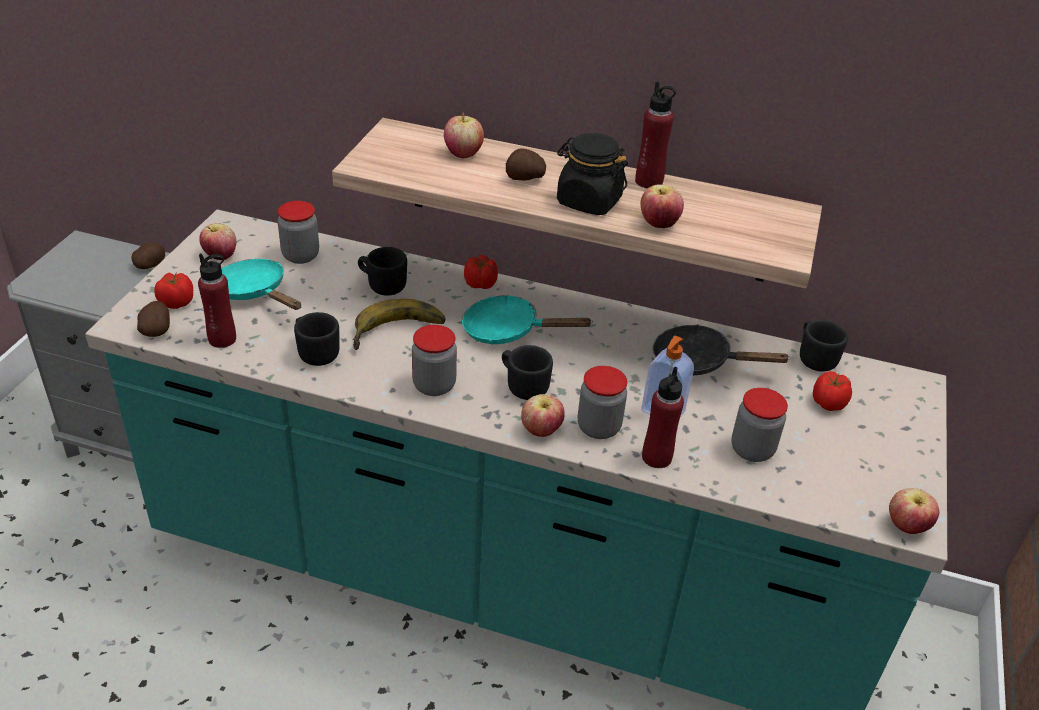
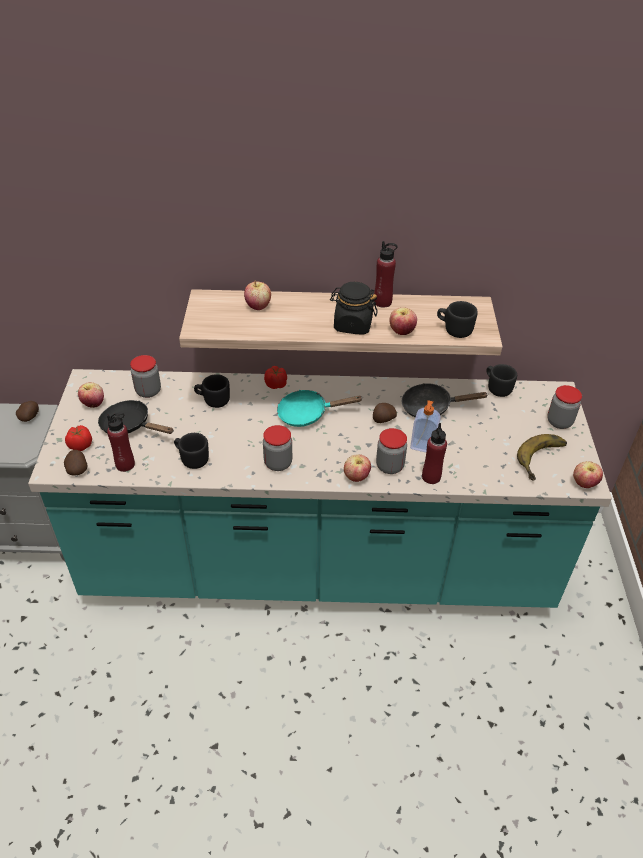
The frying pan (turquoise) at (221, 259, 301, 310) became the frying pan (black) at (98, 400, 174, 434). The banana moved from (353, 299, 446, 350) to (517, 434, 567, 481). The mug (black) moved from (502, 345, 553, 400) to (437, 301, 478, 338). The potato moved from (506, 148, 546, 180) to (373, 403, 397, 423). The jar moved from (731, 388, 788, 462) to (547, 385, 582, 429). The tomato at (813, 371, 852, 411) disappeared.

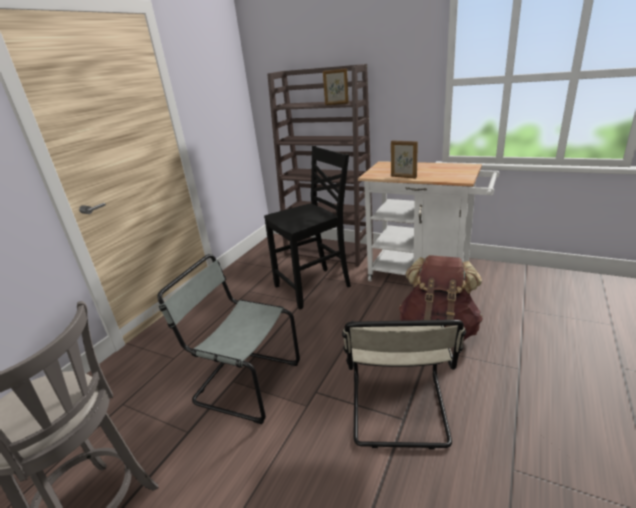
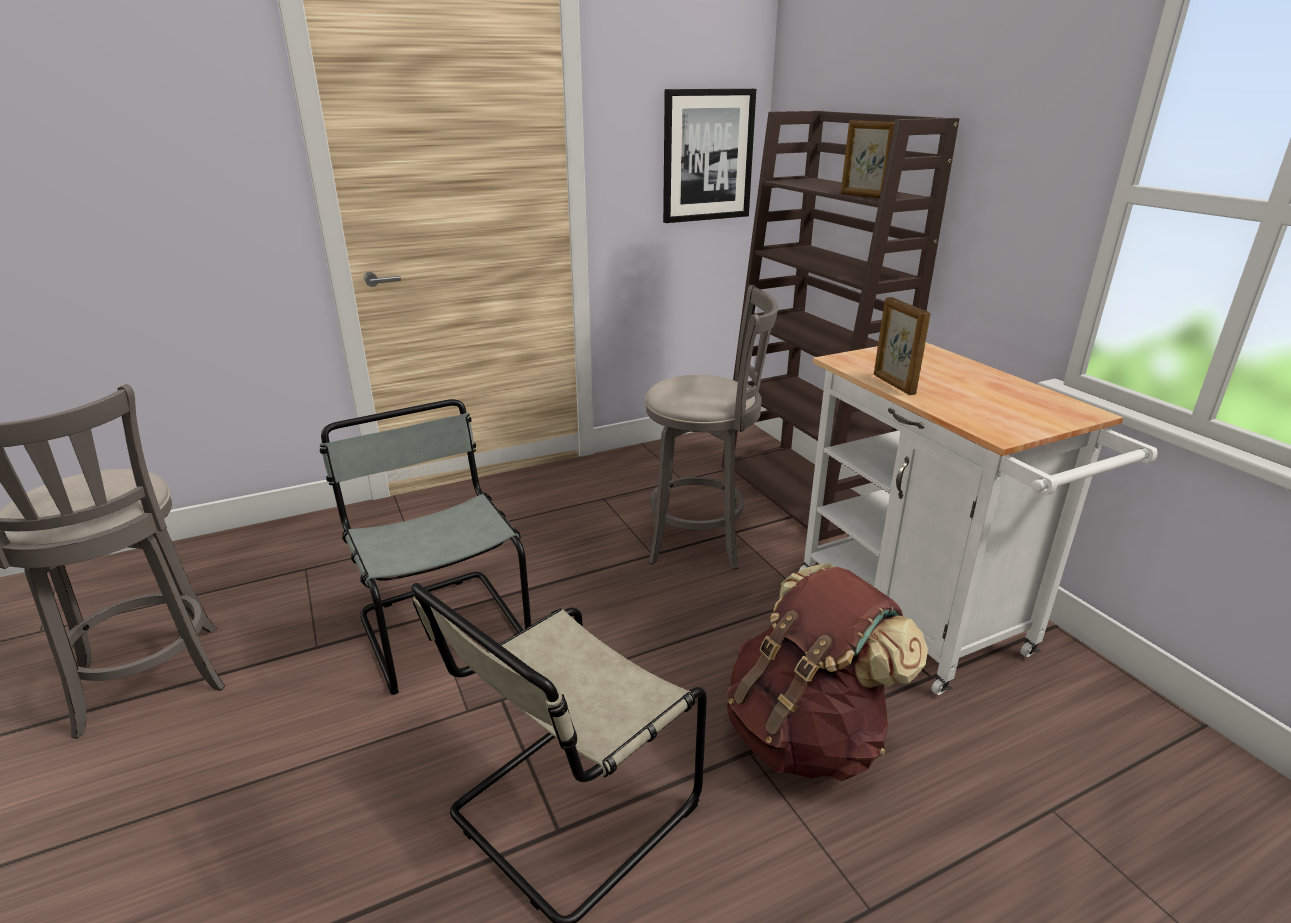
The chair (black) at (264, 146, 351, 309) was replaced by the stool (grey) at (645, 285, 778, 570). The picture at (663, 89, 756, 223) appeared.

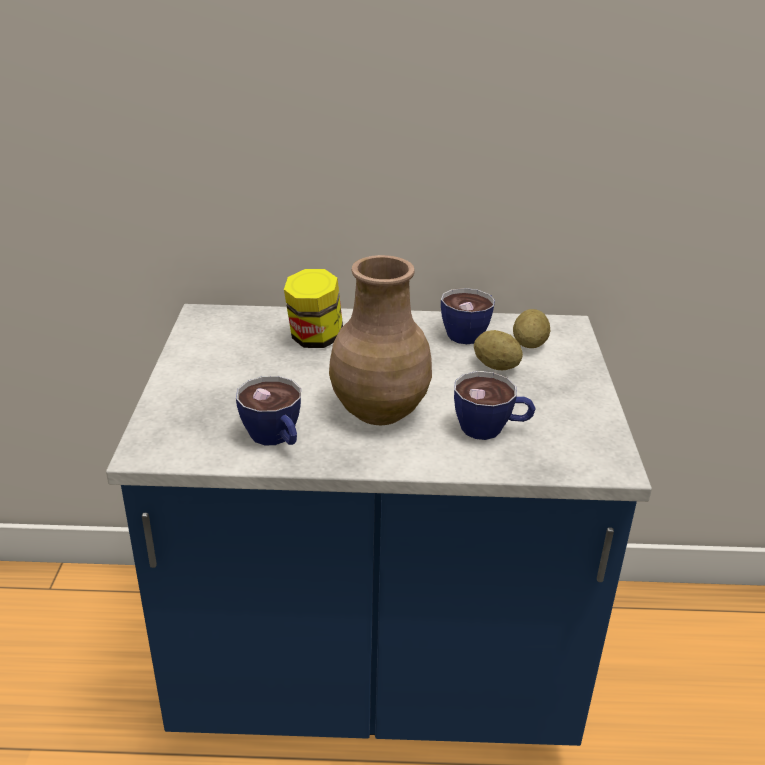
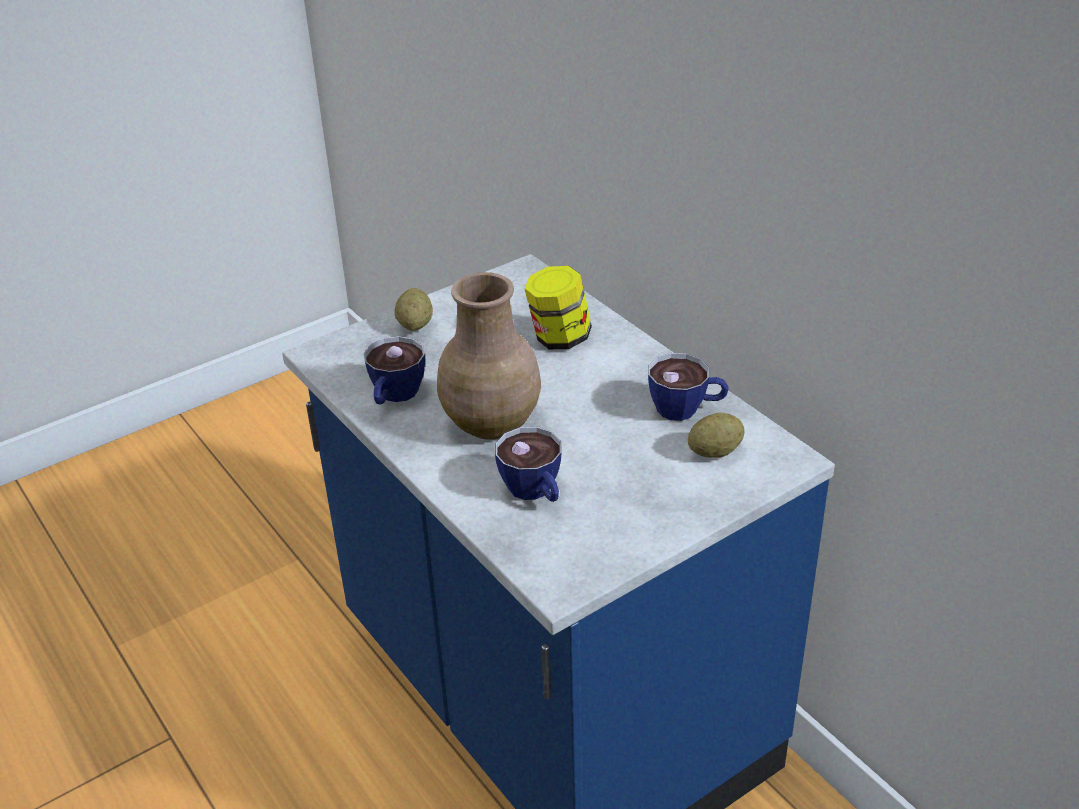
The potato moved from (474, 330, 523, 370) to (394, 288, 433, 331).

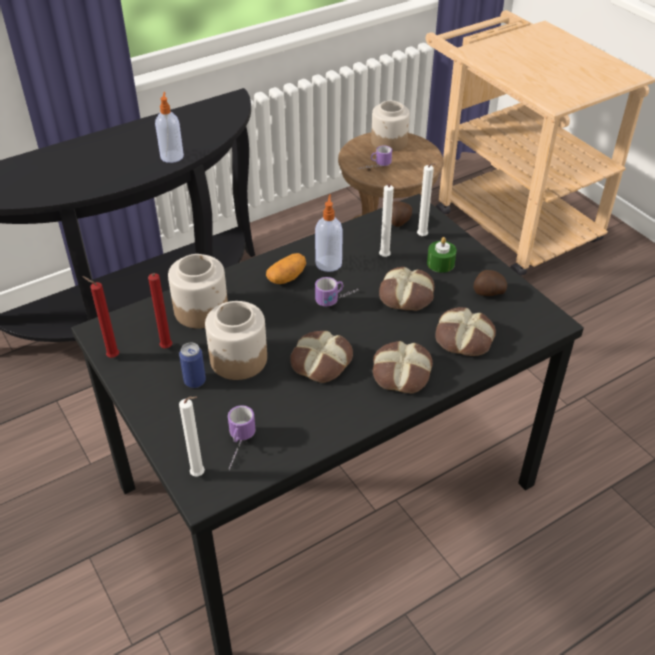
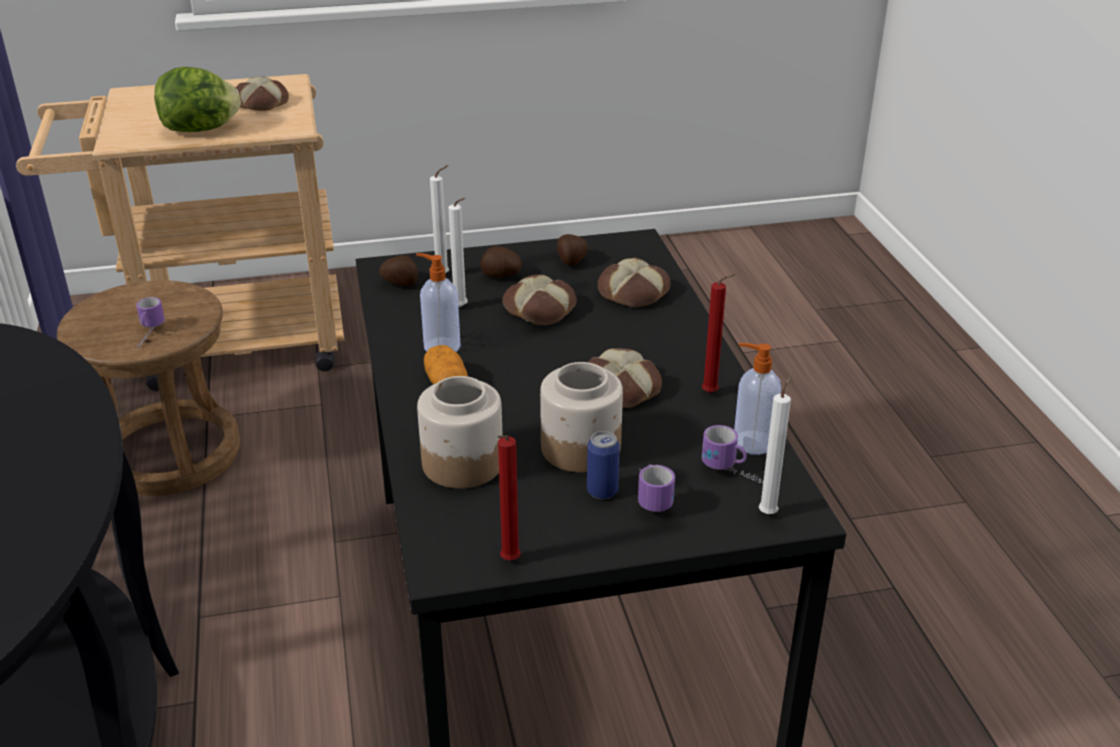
The candle (red) moved from (148, 273, 173, 348) to (702, 274, 736, 393). The soap dispenser moved from (155, 92, 184, 163) to (734, 343, 781, 455). The mug moved from (315, 277, 359, 307) to (638, 464, 675, 512). The jar at (371, 101, 410, 152) disappeared. The bread moved from (373, 341, 433, 393) to (236, 76, 289, 111). The candle (green) at (427, 237, 457, 273) was replaced by the potato at (480, 246, 522, 278). The lettuce at (154, 67, 241, 132) appeared.

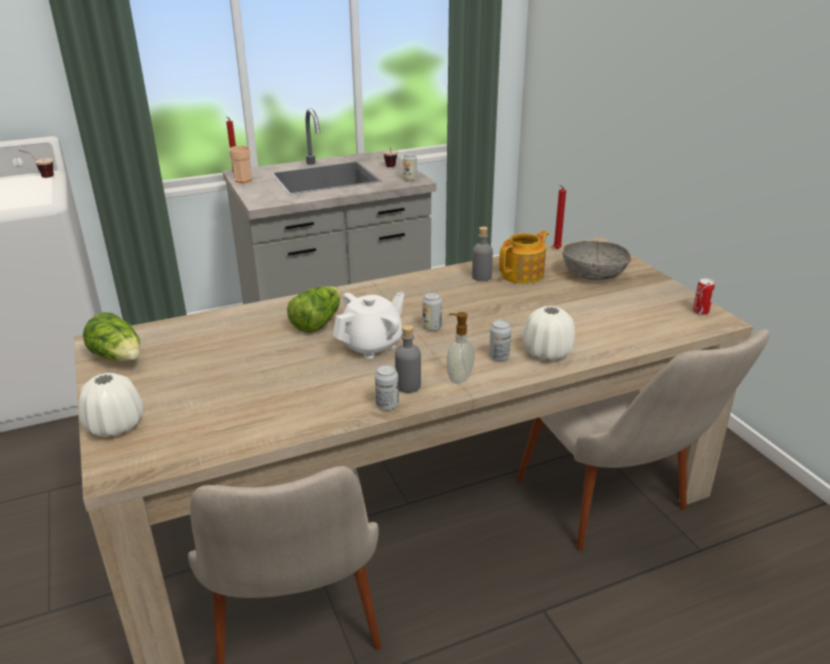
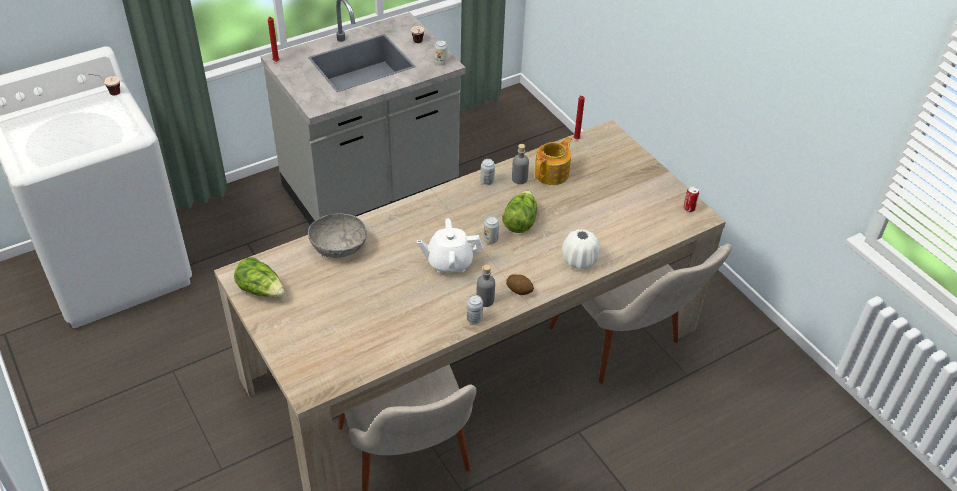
The vase (white) at (79, 373, 144, 437) disappeared. The cup at (229, 146, 252, 183) disappeared. The lettuce moved from (287, 286, 340, 333) to (502, 190, 537, 233). The teapot (white) at (333, 292, 404, 359) turned 135 degrees counterclockwise. The soap dispenser at (446, 312, 475, 384) was replaced by the potato at (506, 274, 534, 295). The can moved from (489, 320, 511, 361) to (480, 159, 495, 185). The bowl (grey) moved from (562, 241, 631, 280) to (308, 213, 367, 258).

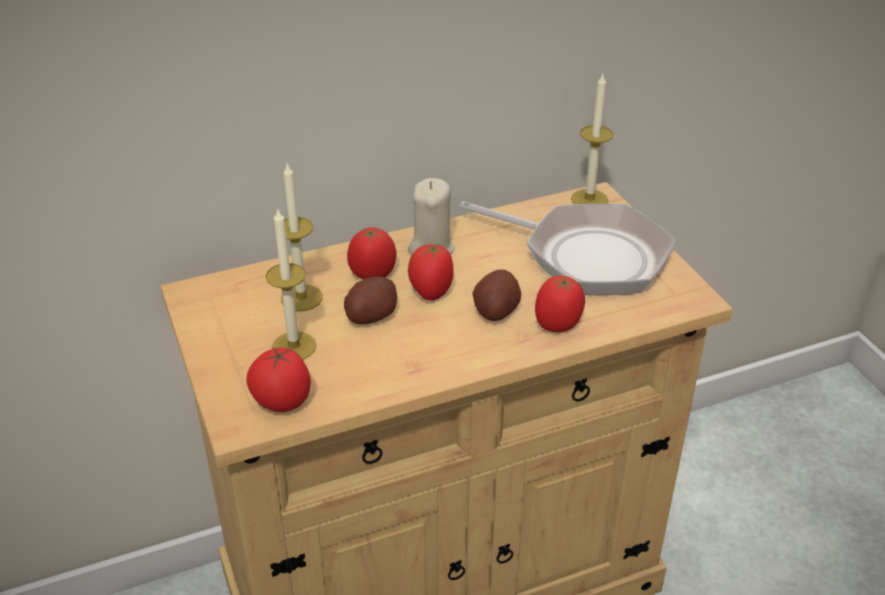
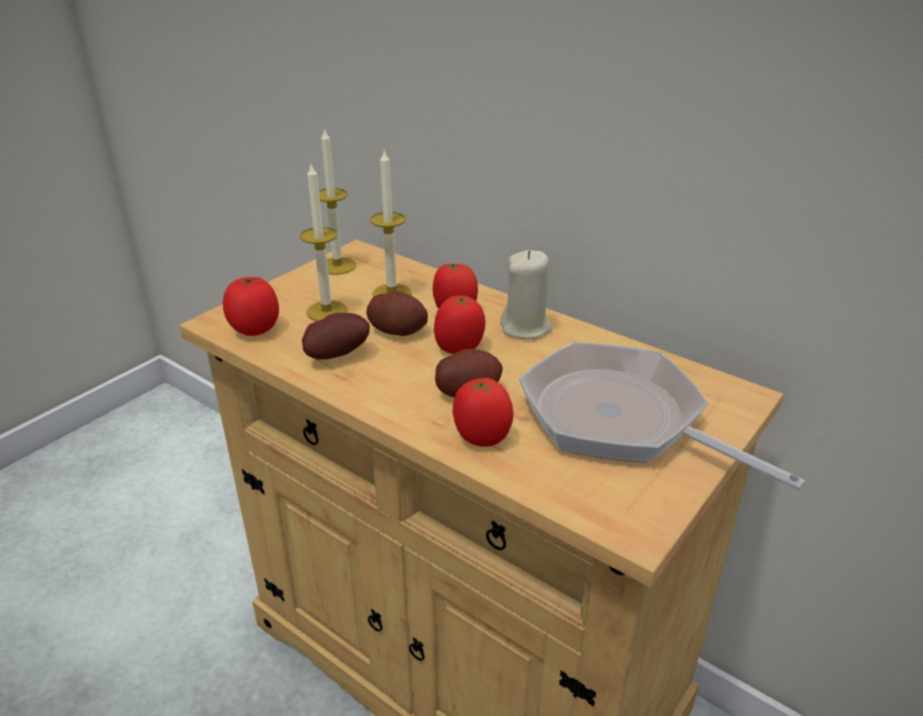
The frying pan at (459, 201, 675, 295) turned 135 degrees clockwise. The candle moved from (571, 74, 613, 204) to (319, 127, 356, 275). The potato at (302, 313, 370, 360) appeared.

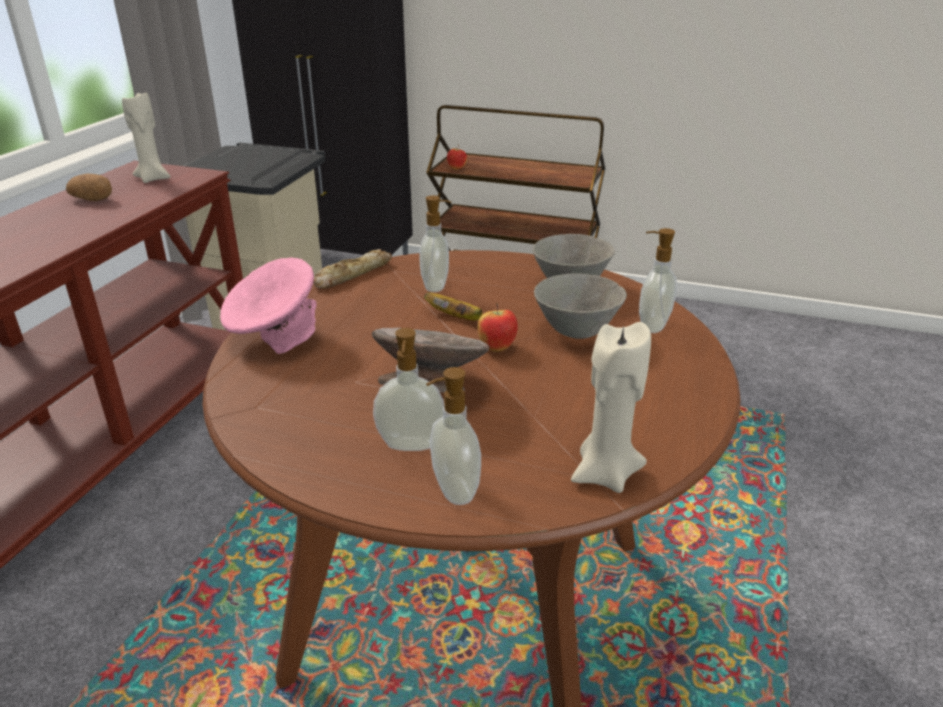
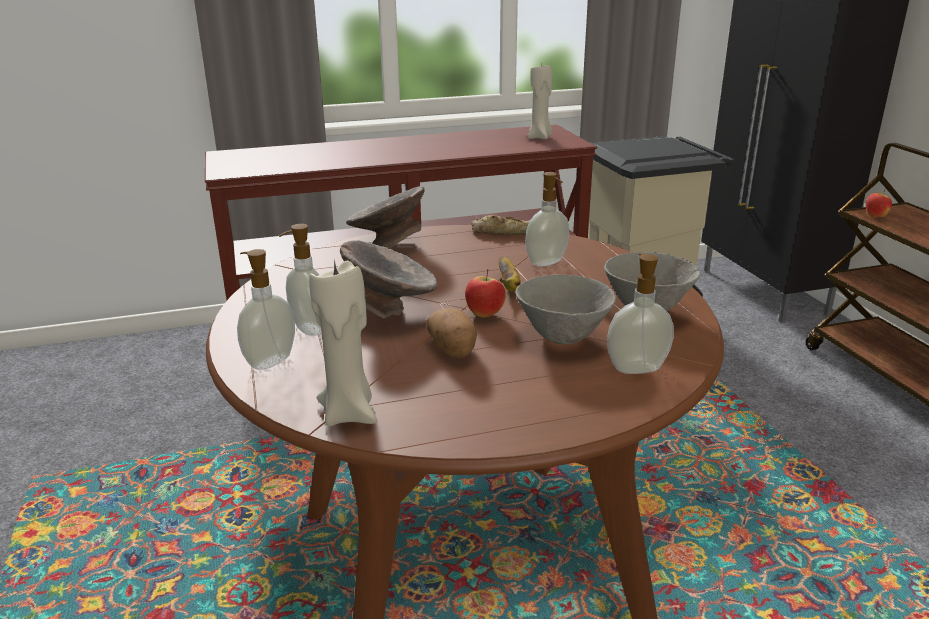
The potato moved from (66, 174, 112, 201) to (426, 308, 477, 358). The bowl (pink) at (220, 257, 317, 354) became the bowl (grey) at (346, 186, 424, 248).

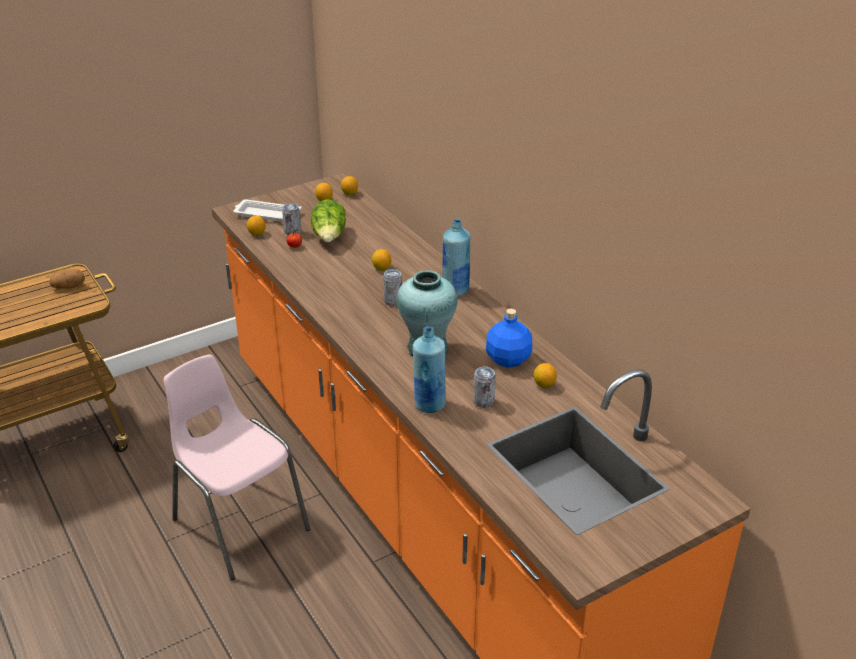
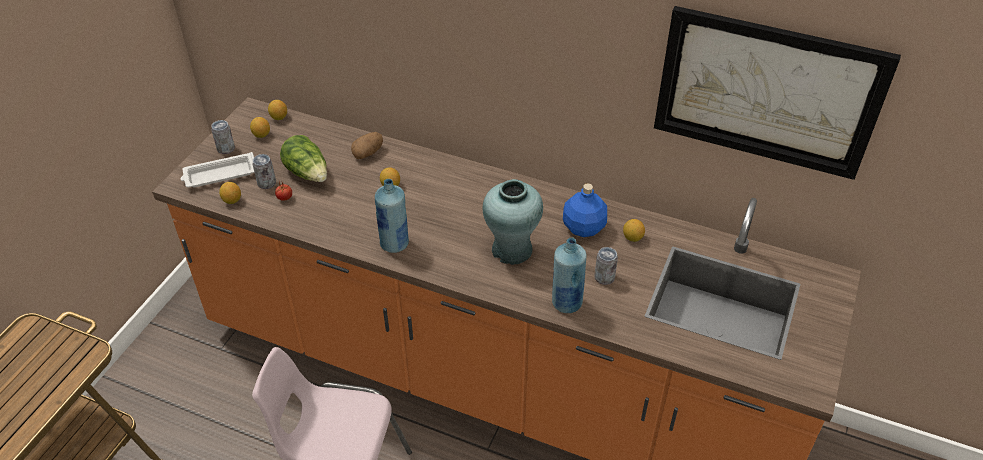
The potato moved from (49, 269, 85, 289) to (351, 132, 383, 159). The can moved from (383, 269, 402, 306) to (211, 120, 235, 154). The bottle (blue) moved from (442, 219, 470, 296) to (375, 179, 409, 253). The picture at (654, 6, 901, 180) appeared.

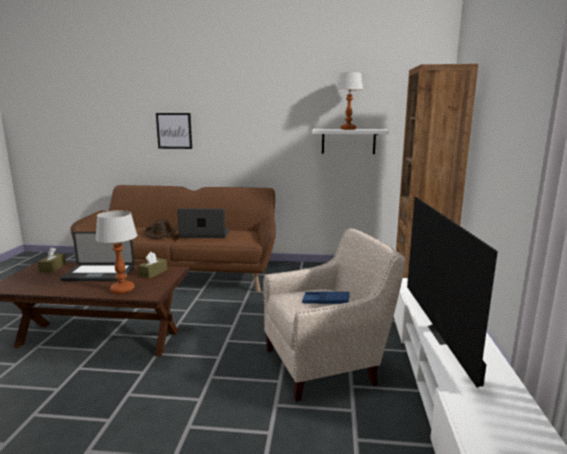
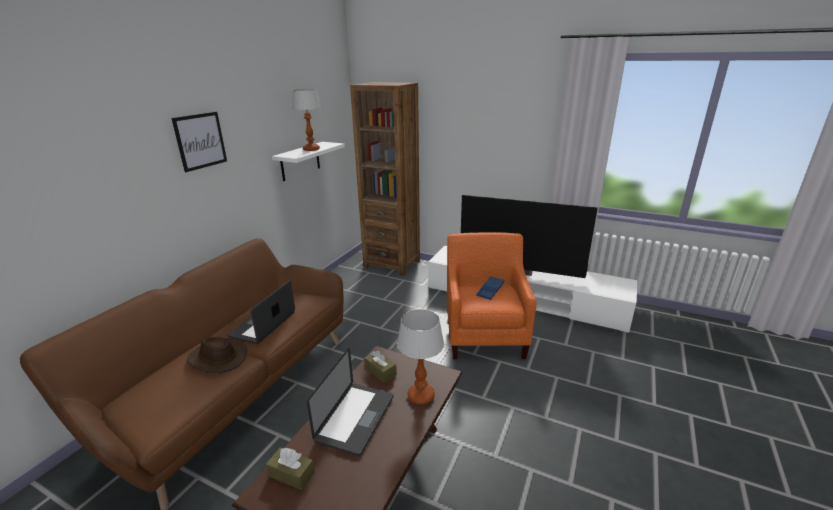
The picture moved from (156, 113, 192, 149) to (171, 112, 227, 172). The armchair (beige) at (263, 228, 405, 402) became the armchair (orange) at (447, 232, 536, 359).

